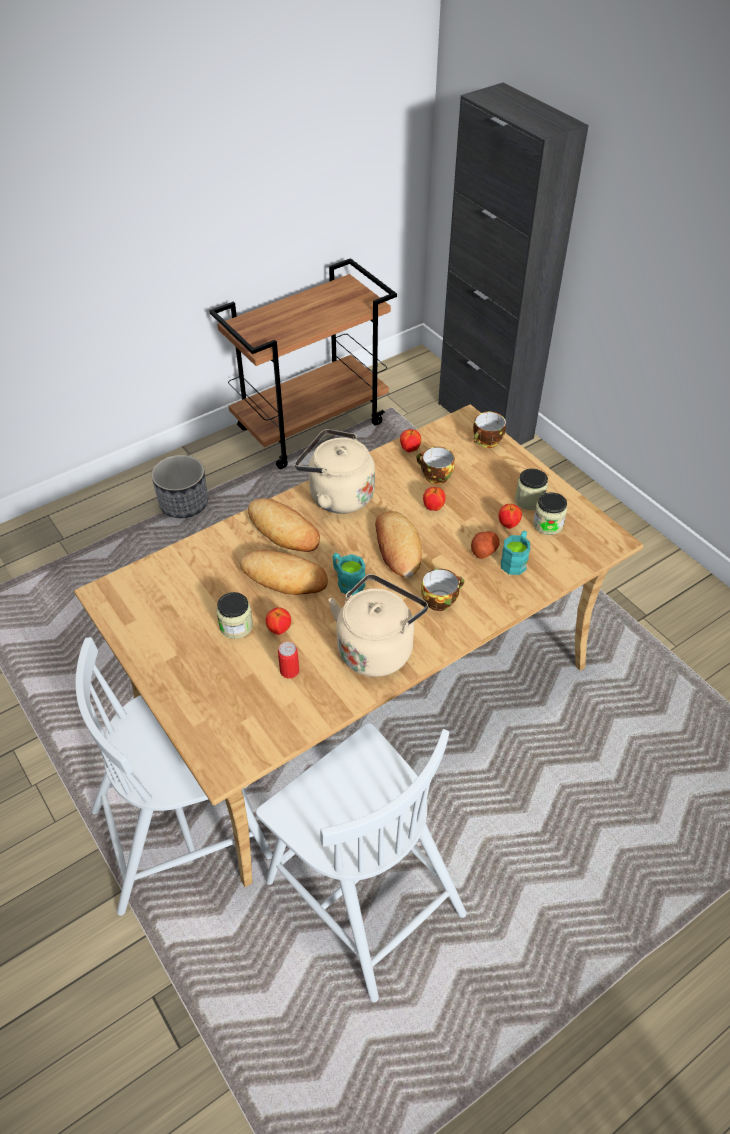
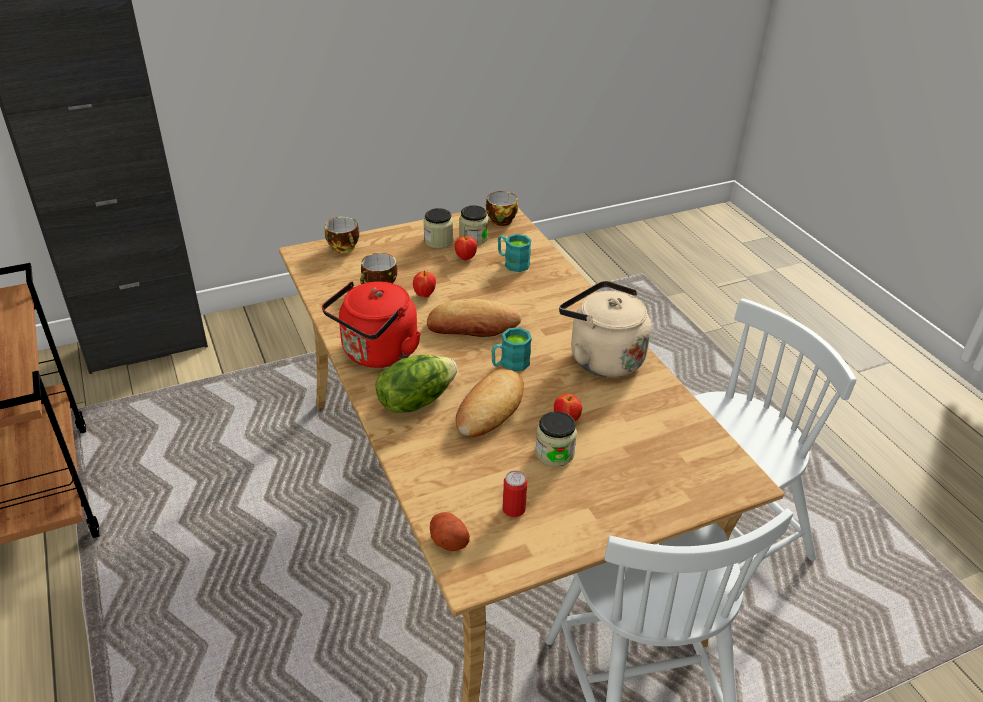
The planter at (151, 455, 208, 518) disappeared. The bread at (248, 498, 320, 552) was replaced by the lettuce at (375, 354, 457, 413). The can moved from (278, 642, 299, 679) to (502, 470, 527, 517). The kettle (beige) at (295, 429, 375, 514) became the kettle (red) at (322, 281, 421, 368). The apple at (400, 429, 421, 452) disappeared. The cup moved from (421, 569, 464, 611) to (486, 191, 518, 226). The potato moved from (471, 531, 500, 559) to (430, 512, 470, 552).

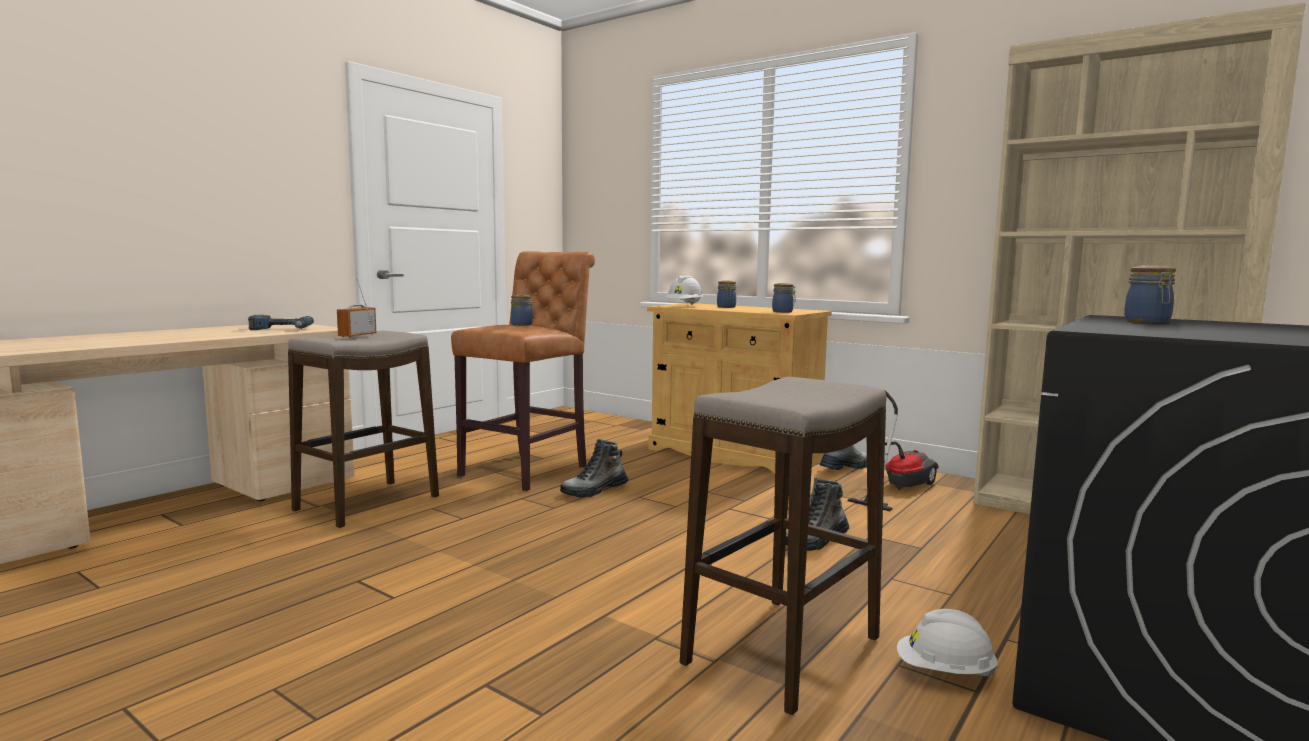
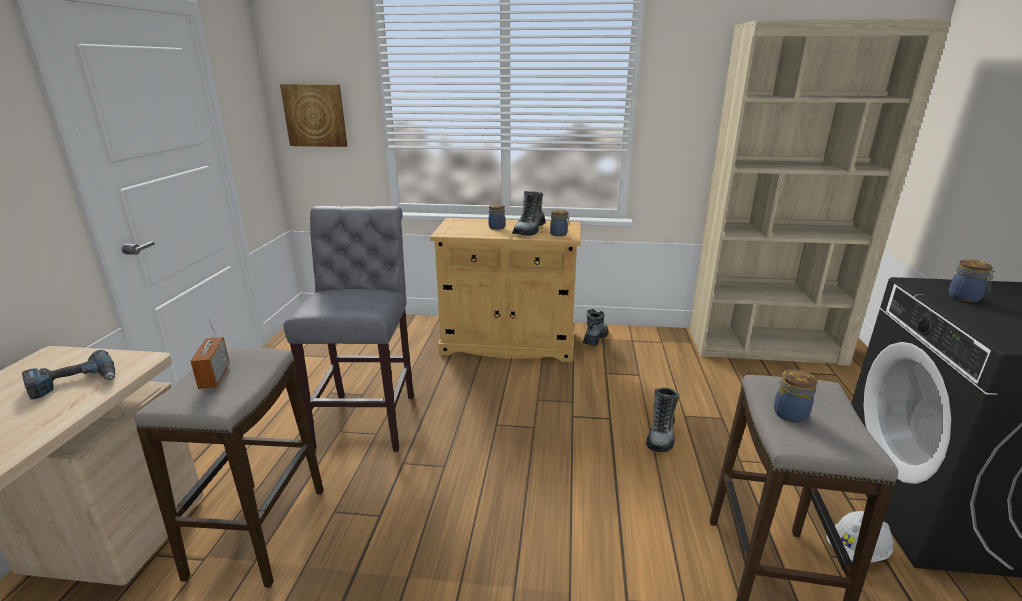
The stool (brown) at (451, 251, 595, 491) became the stool (grey) at (283, 206, 414, 451). The jar moved from (511, 294, 533, 326) to (774, 369, 818, 423). The boot moved from (560, 439, 628, 497) to (512, 191, 546, 236). The hard hat (white) at (666, 276, 703, 305) disappeared. The vacuum cleaner at (848, 390, 939, 511) disappeared. The picture at (280, 84, 347, 147) appeared.

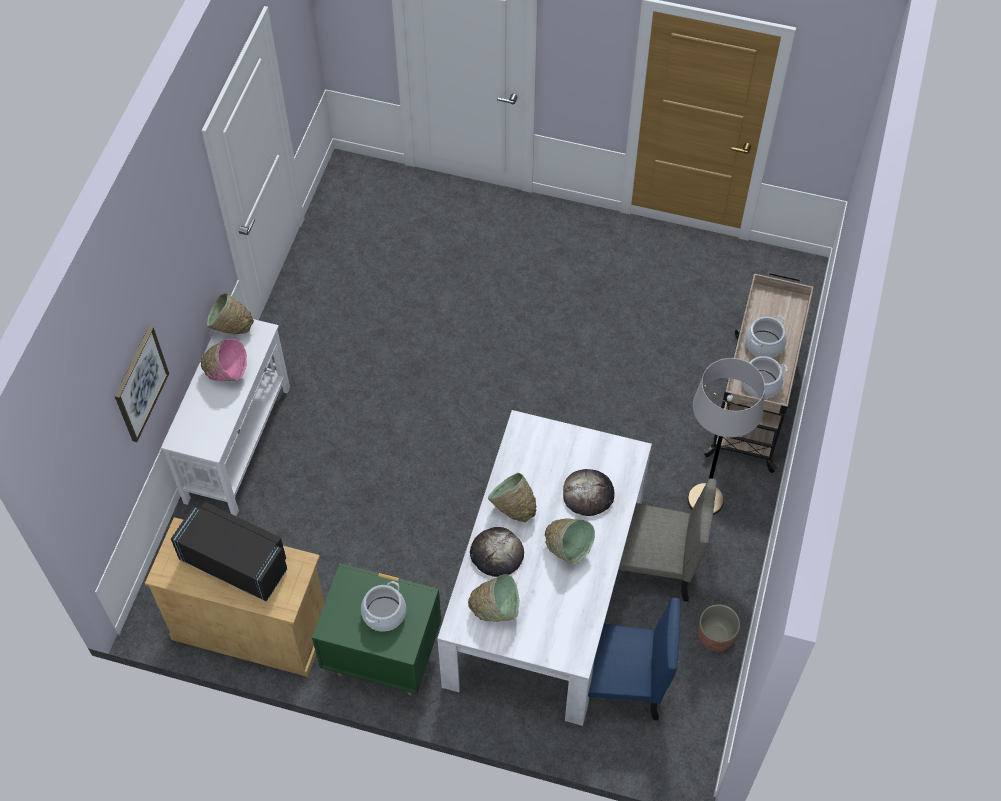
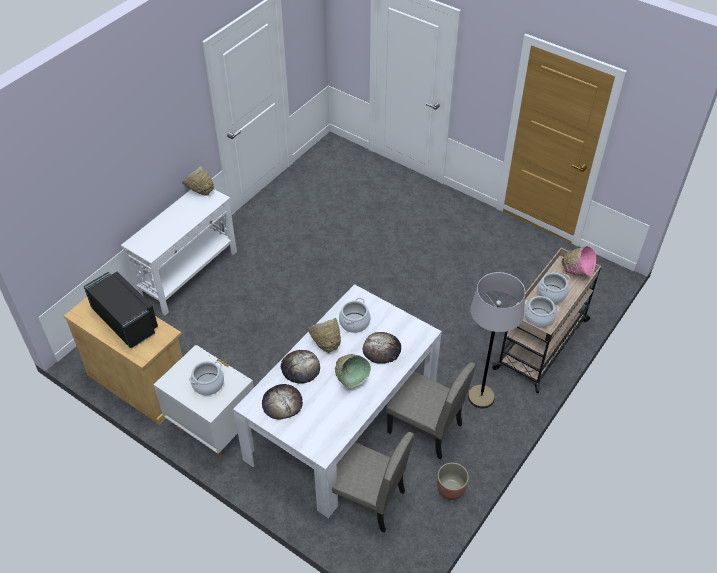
The picture at (115, 326, 169, 442) disappeared. The bowl (pink) moved from (201, 339, 247, 381) to (561, 246, 596, 276). The nightstand (green) at (312, 563, 441, 695) became the nightstand (white) at (153, 345, 254, 458). The bowl (green) at (468, 574, 519, 622) was replaced by the bread at (262, 384, 303, 420). The chair (blue) at (588, 597, 680, 720) became the chair (beige) at (332, 432, 414, 533). The cooking pot at (339, 297, 370, 333) appeared.

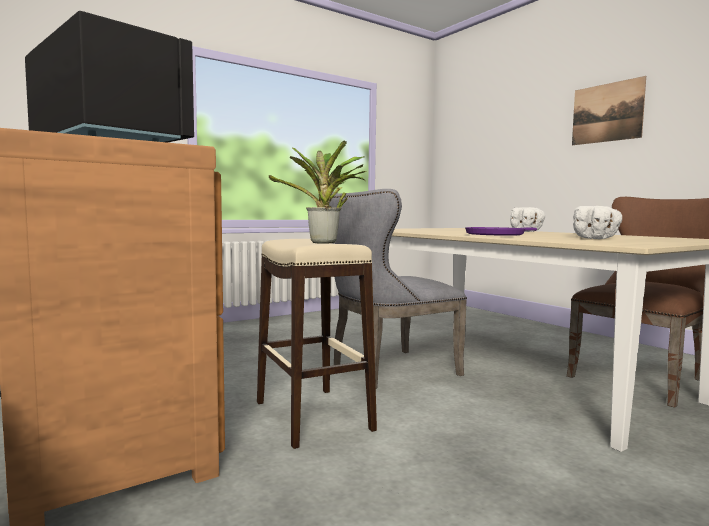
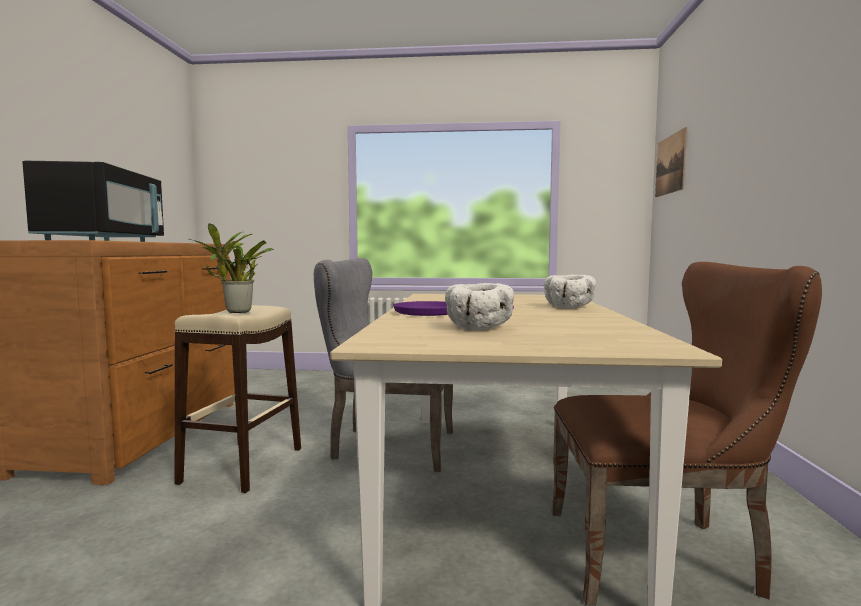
The picture moved from (572, 76, 646, 145) to (655, 127, 687, 197).

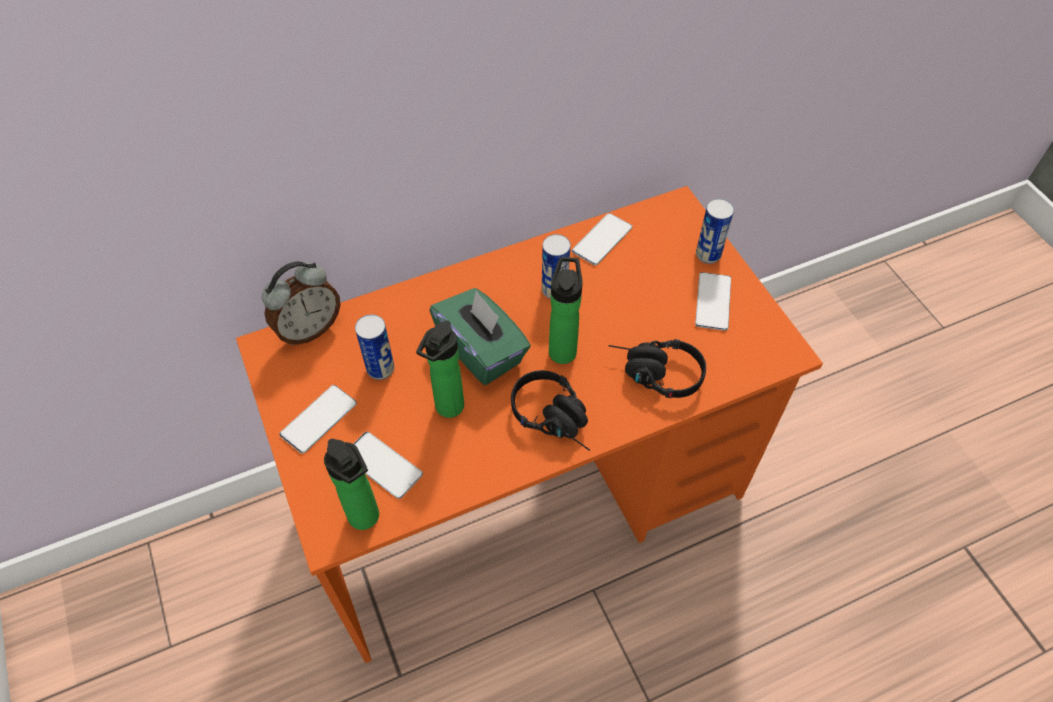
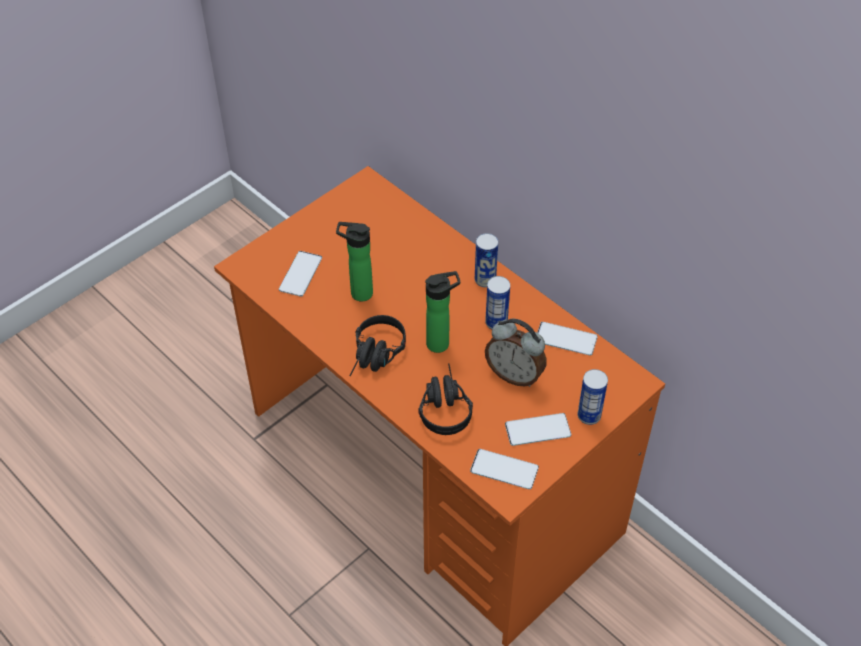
The alarm clock moved from (262, 261, 341, 345) to (485, 319, 547, 387). The phone moved from (279, 385, 357, 454) to (470, 449, 539, 489). The bottle at (324, 439, 379, 530) disappeared. The can moved from (355, 314, 394, 380) to (475, 233, 498, 287). The tissue box (green) at (429, 288, 531, 385) disappeared.

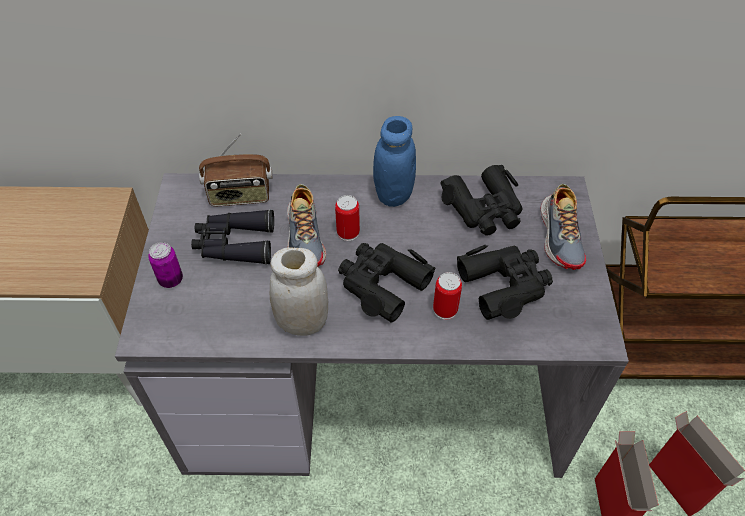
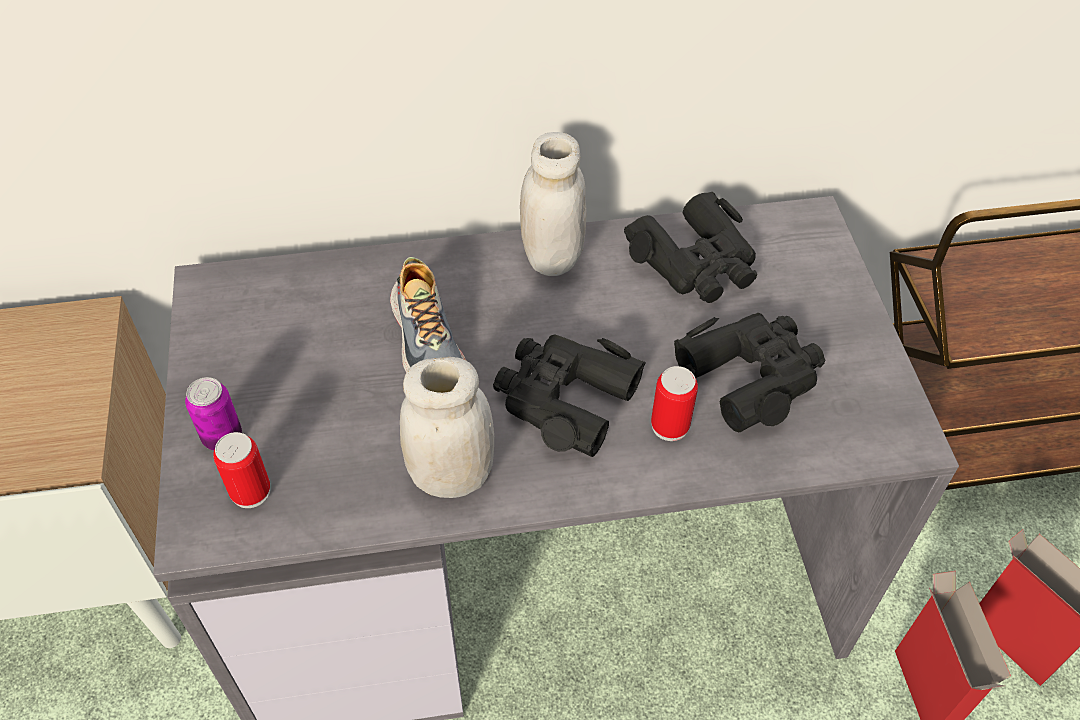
The binoculars (black) at (191, 209, 274, 265) disappeared. The radio at (199, 134, 273, 207) disappeared. The can moved from (335, 195, 360, 241) to (213, 432, 270, 508). The jar (blue) at (373, 116, 416, 207) became the jar (white) at (520, 132, 587, 276). The shoe at (541, 184, 586, 270) disappeared.

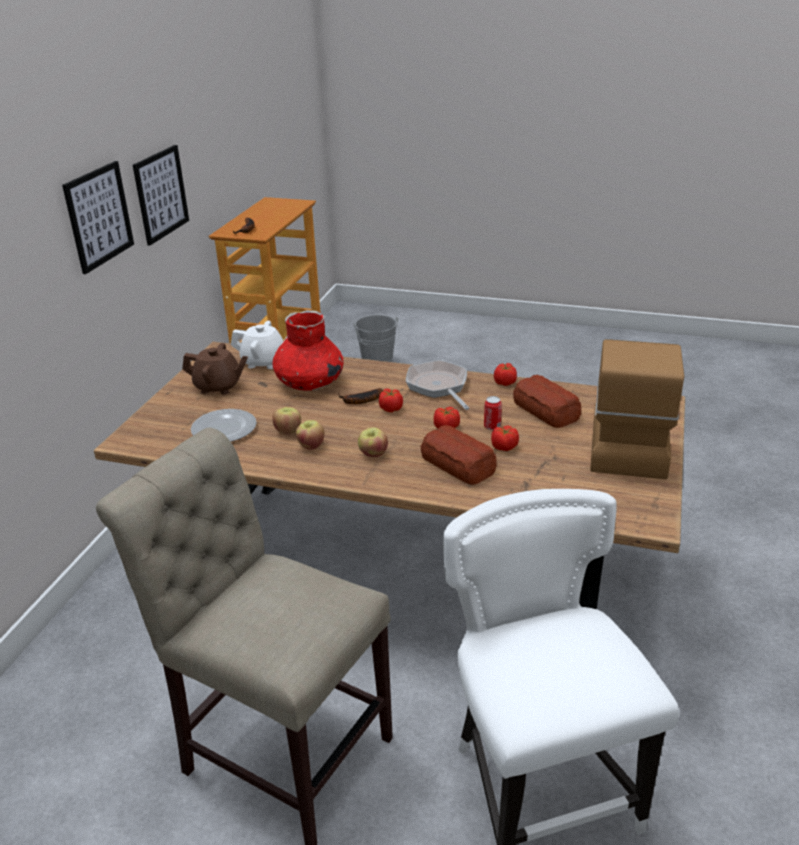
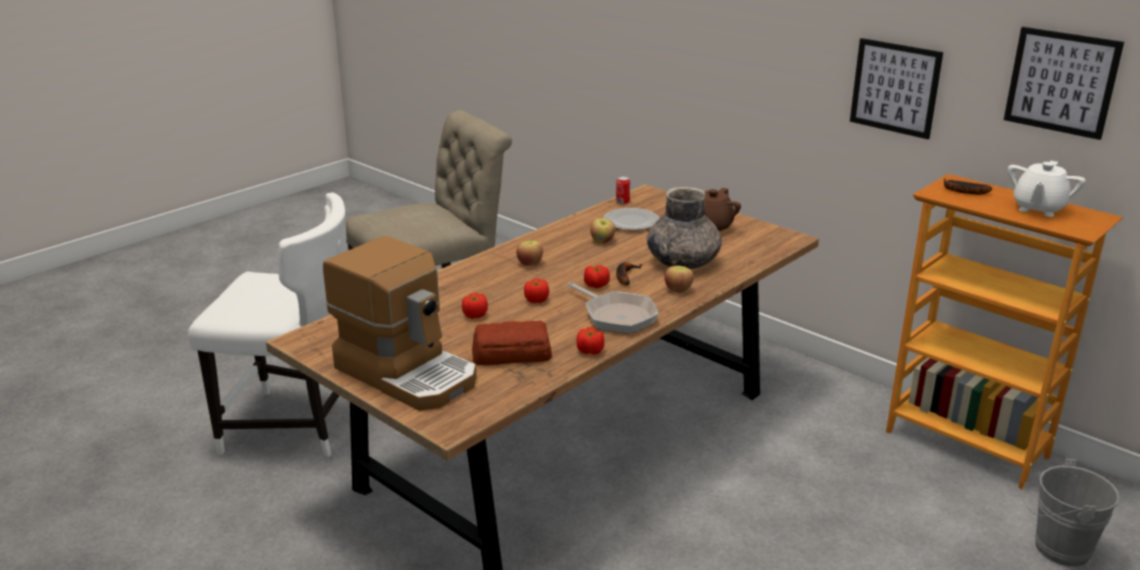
The picture moved from (62, 161, 134, 274) to (1004, 27, 1124, 140). The teapot (white) moved from (231, 321, 288, 369) to (1008, 161, 1086, 217). The vase (red) at (272, 310, 344, 391) became the vase (grey) at (647, 187, 722, 269). The apple moved from (295, 420, 325, 450) to (665, 266, 694, 293). The frying pan at (406, 360, 469, 410) turned 45 degrees clockwise. The bread at (421, 425, 497, 485) disappeared. The can moved from (484, 396, 502, 430) to (616, 176, 630, 205).

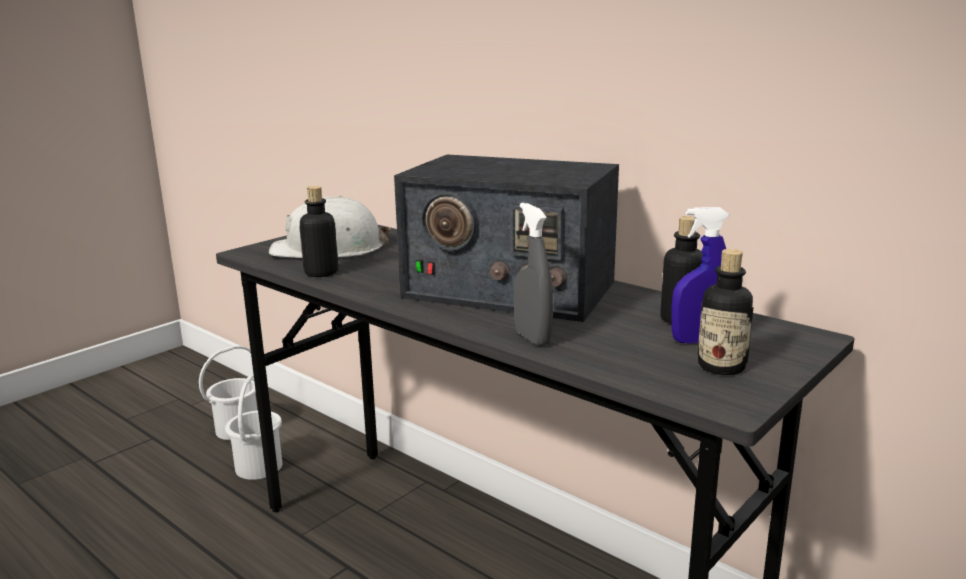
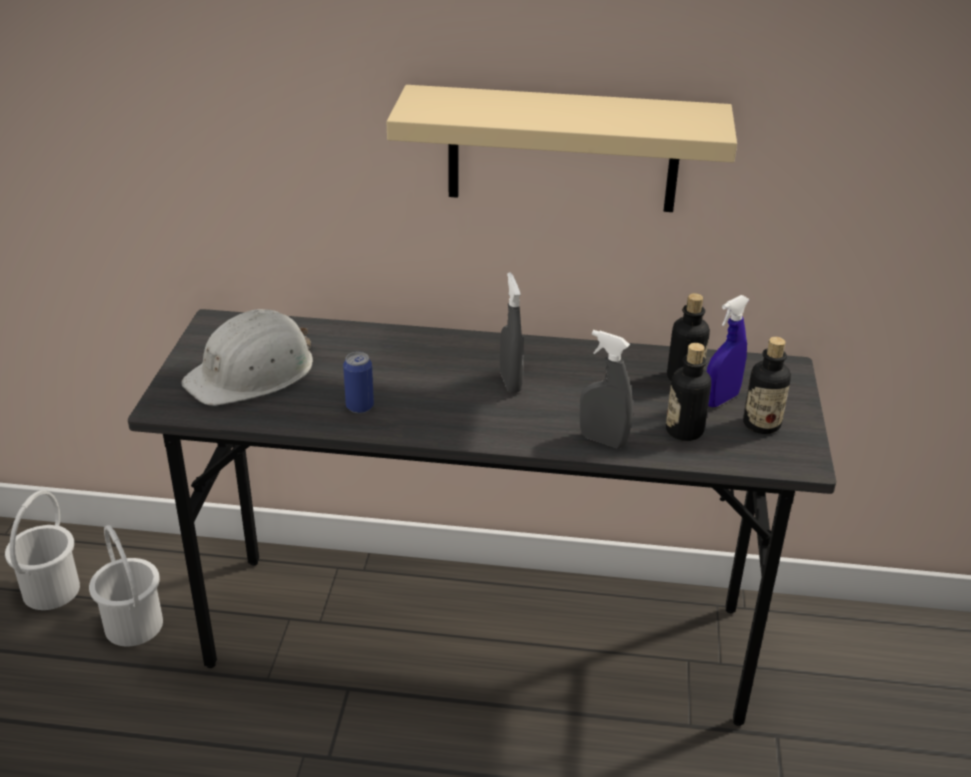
The bottle moved from (299, 186, 338, 277) to (666, 343, 711, 441). The radio at (394, 154, 619, 322) was replaced by the spray bottle (grey) at (500, 272, 523, 393). The can at (343, 352, 374, 413) appeared. The shelf (beige) at (387, 85, 737, 212) appeared.

